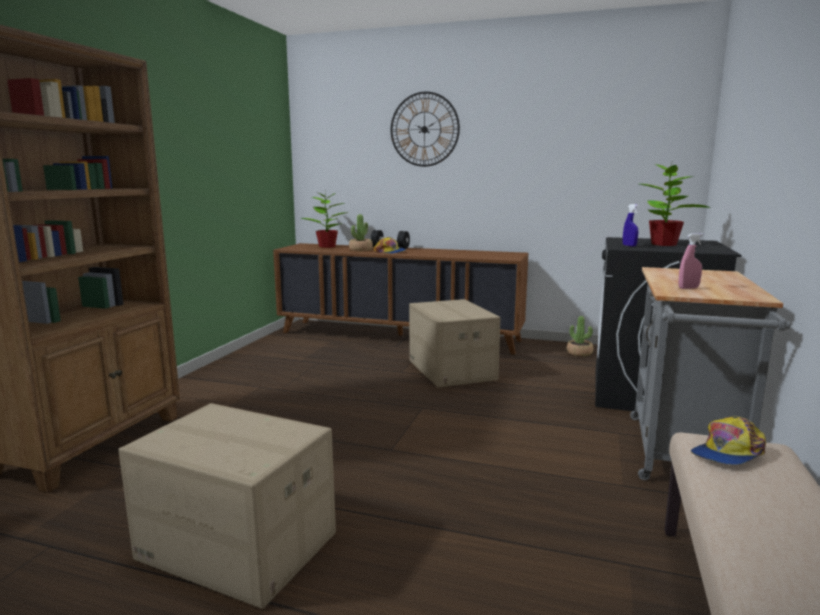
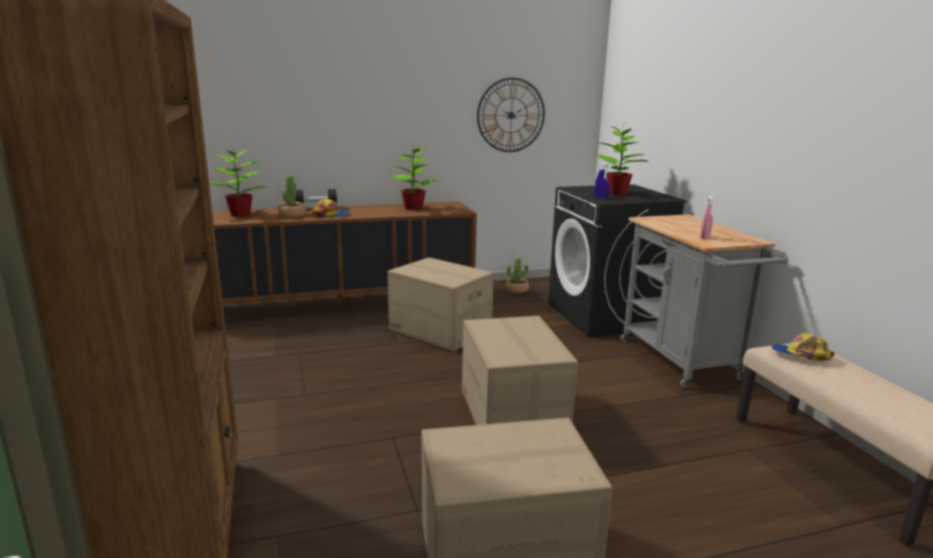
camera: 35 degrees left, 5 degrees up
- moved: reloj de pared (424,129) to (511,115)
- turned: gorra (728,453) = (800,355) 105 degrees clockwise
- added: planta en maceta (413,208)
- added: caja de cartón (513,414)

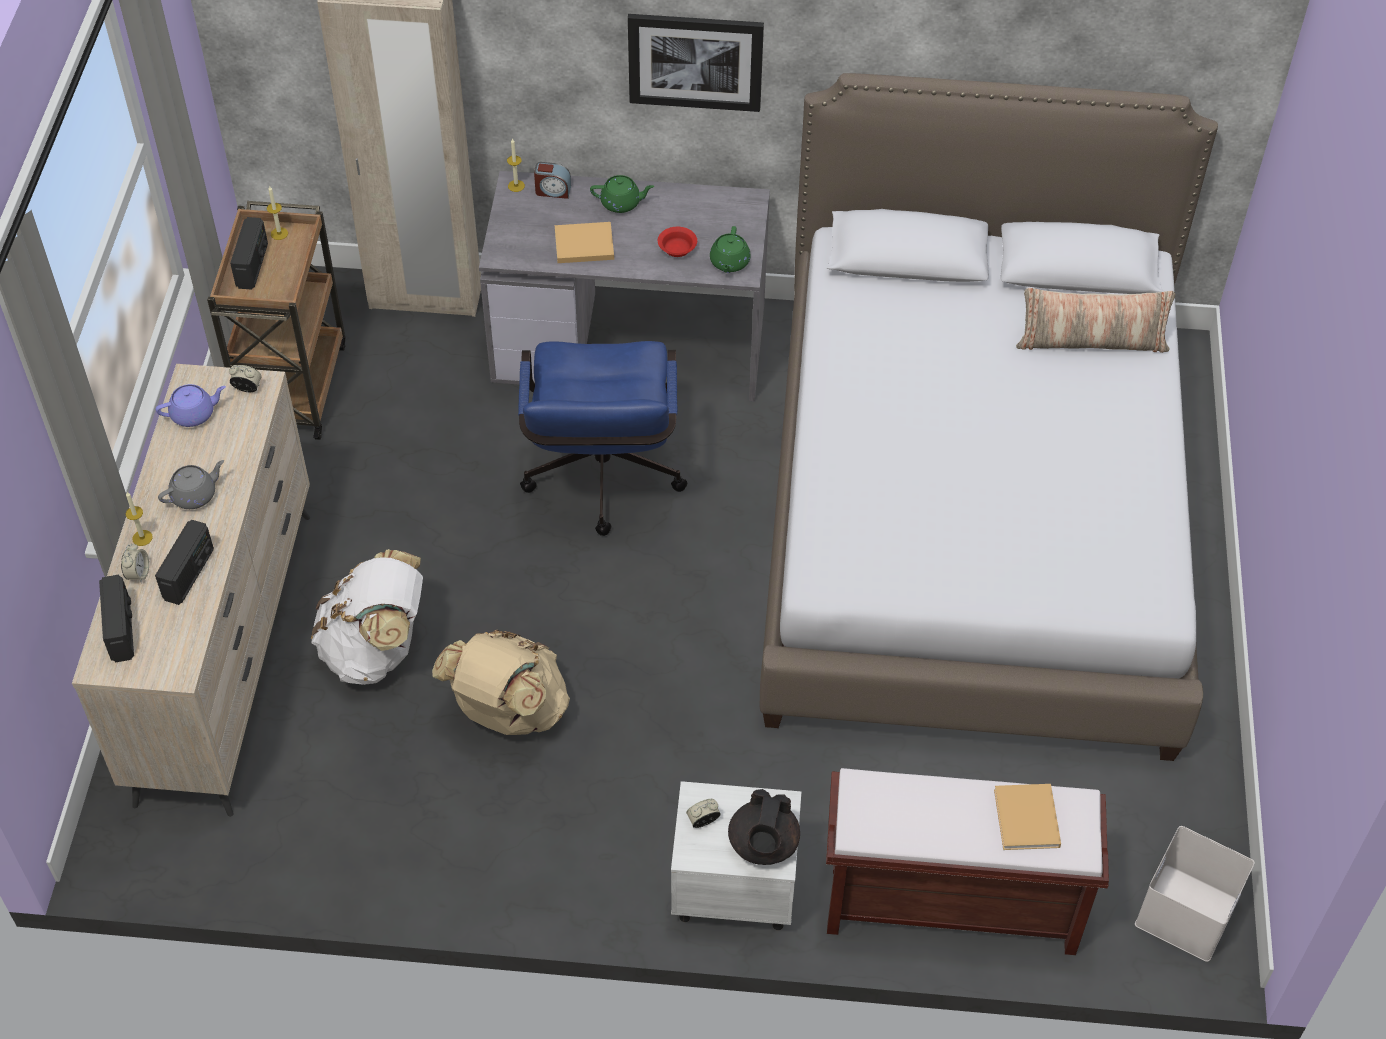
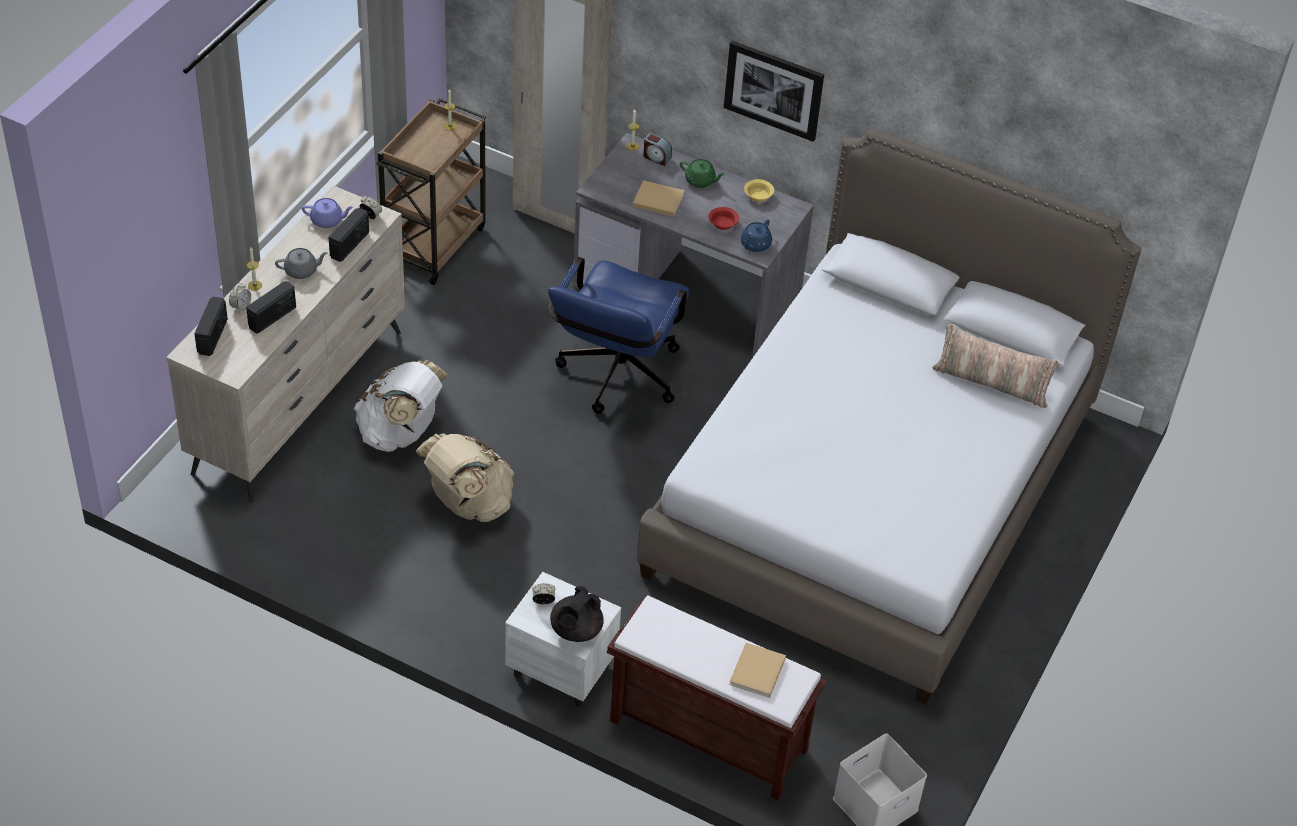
camera: 20 degrees right, 5 degrees down
- moved: radio (252,265) to (350,245)
- recoloured: tetera (verde) (729,263) to tetera (azul) (755,245)
- added: cuenco (amarillo) (758,195)

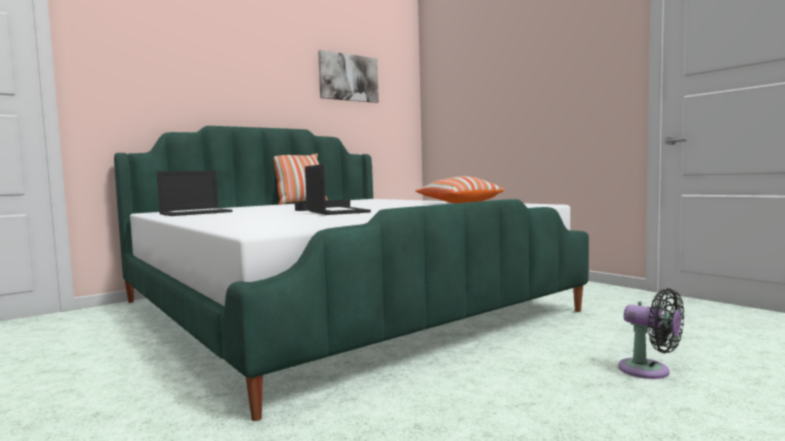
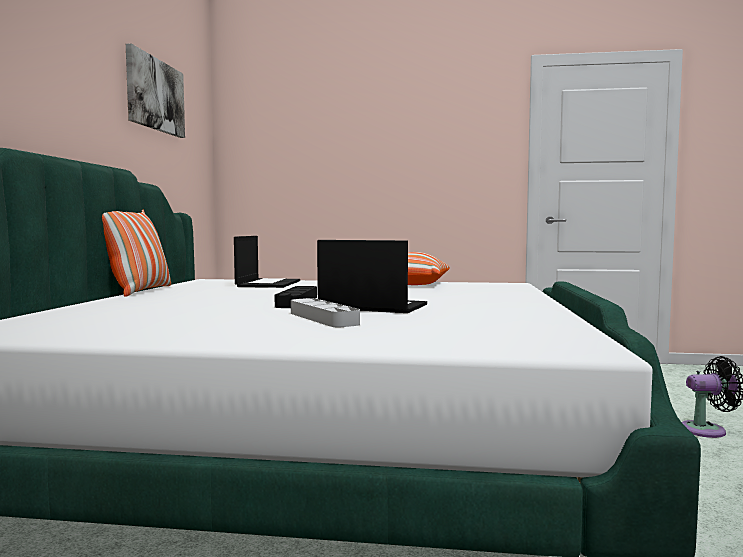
camera: 45 degrees left, 0 degrees up
- moved: portátil (196,213) to (268,283)
- added: bandeja (gris) (323,318)

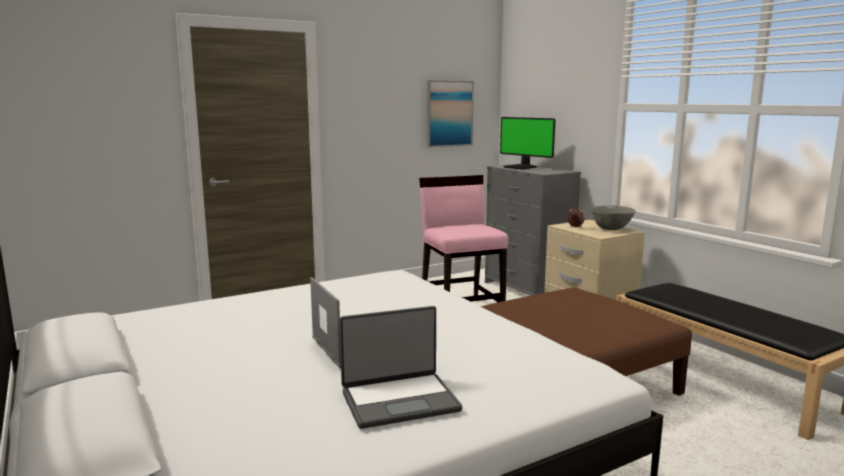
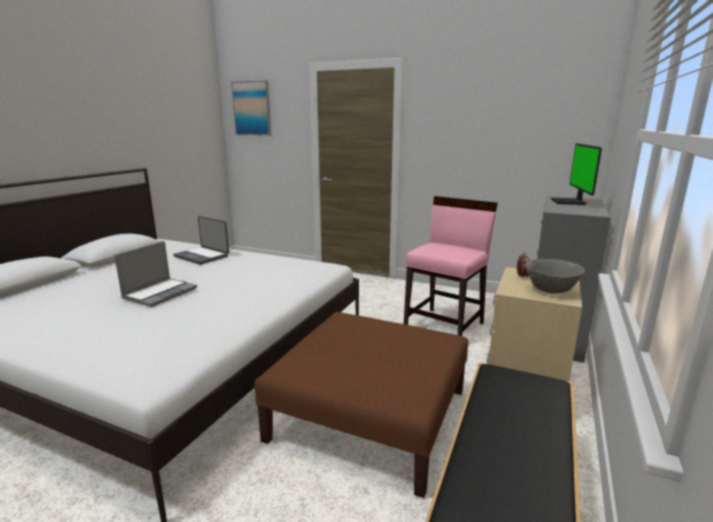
camera: 55 degrees right, 5 degrees up
- moved: portátil (399,400) to (202,256)
- moved: cuadro (449,113) to (252,108)

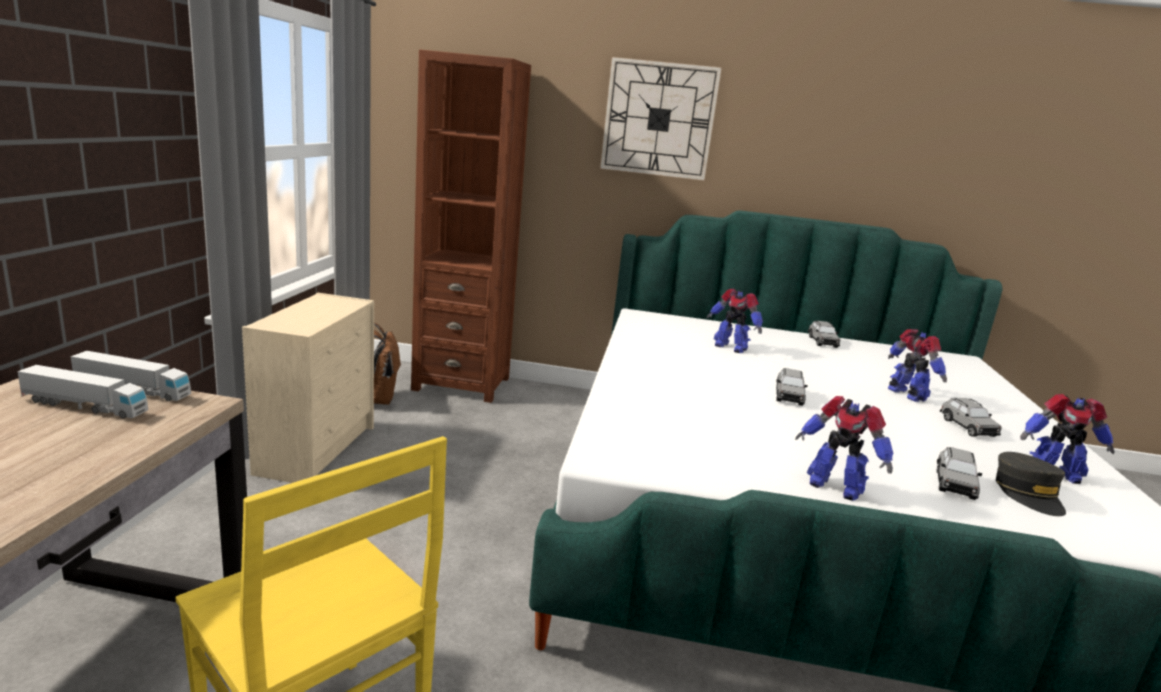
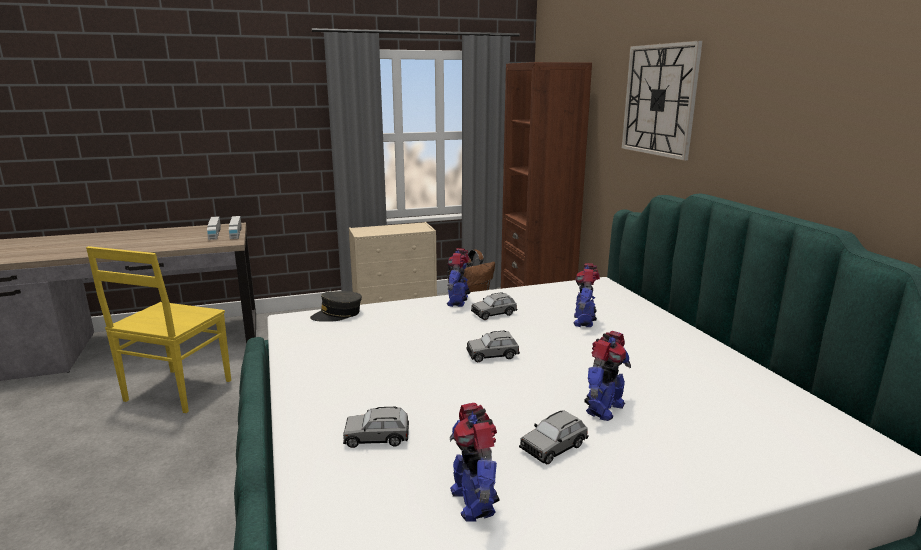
camera: 65 degrees right, 0 degrees up
- moved: robot de juguete (834,486) to (458,301)
- moved: coche de juguete (gris) (822,342) to (494,314)
- moved: gorra (gris) (1027,494) to (337,314)

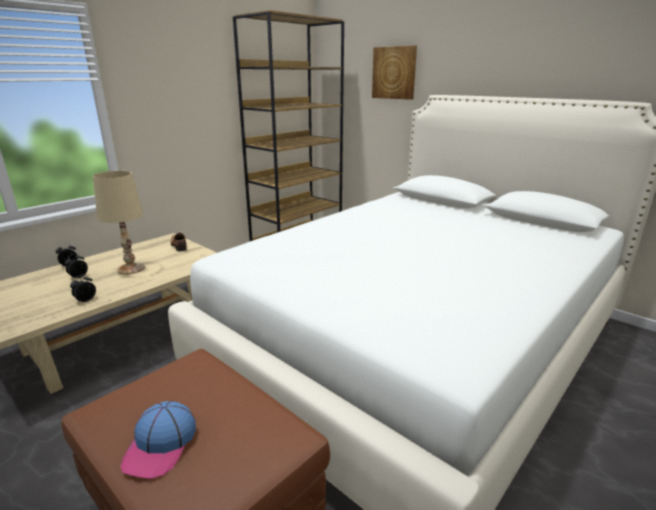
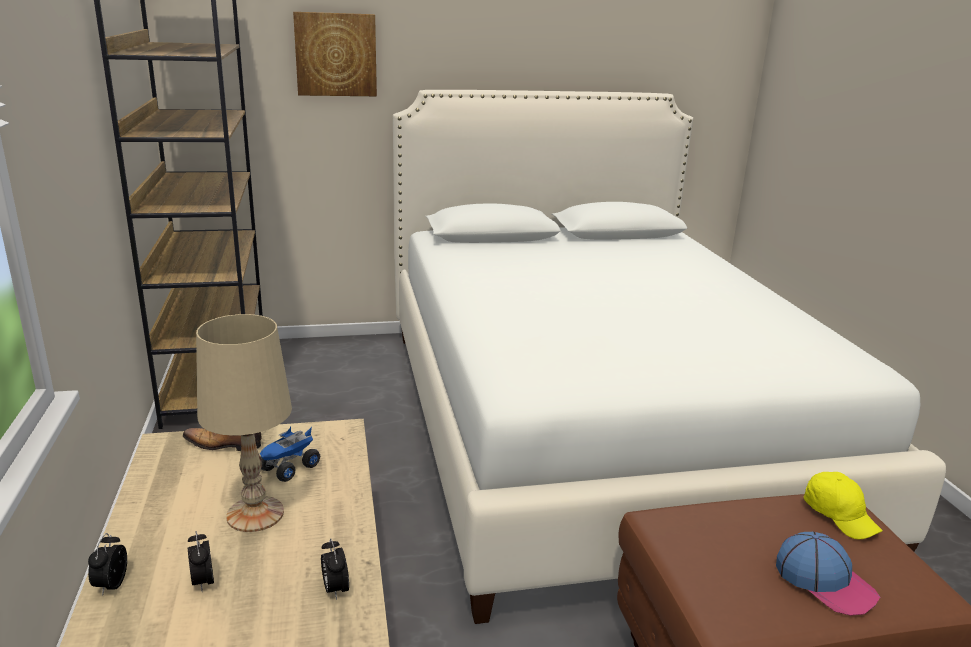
camera: 55 degrees left, 0 degrees up
- added: camión de juguete (289,468)
- added: gorra (amarillo) (839,515)

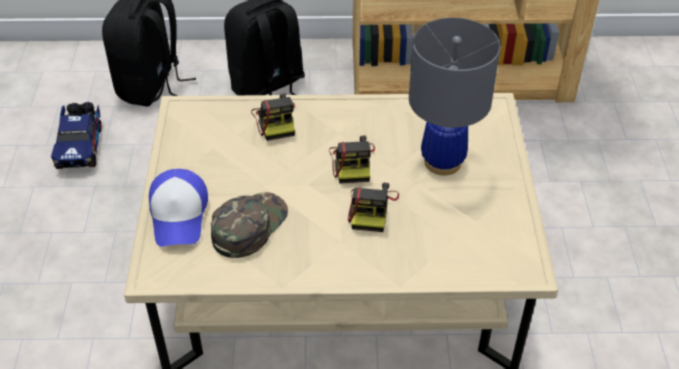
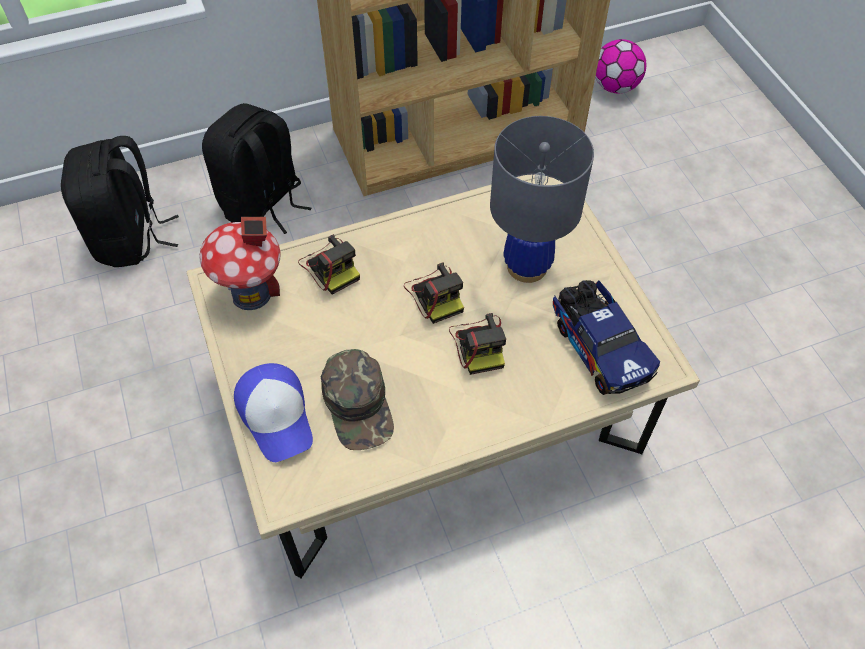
camera: 20 degrees left, 10 degrees up
- moved: camión de juguete (80,145) to (599,346)
- turned: gorra (verde) (249,226) = (359,405) 150 degrees clockwise
- added: casita (251,294)
- added: balón de fútbol (615,87)

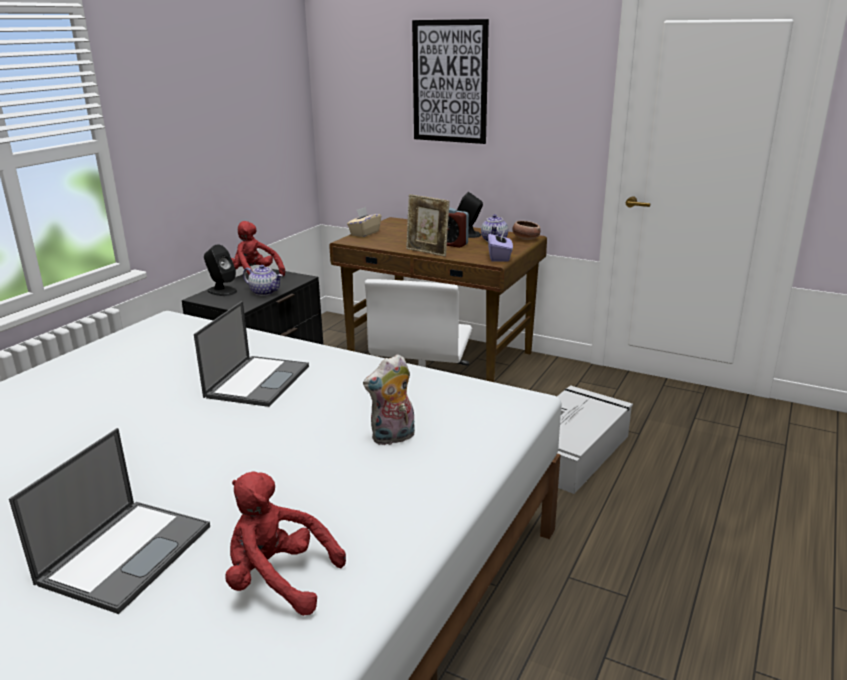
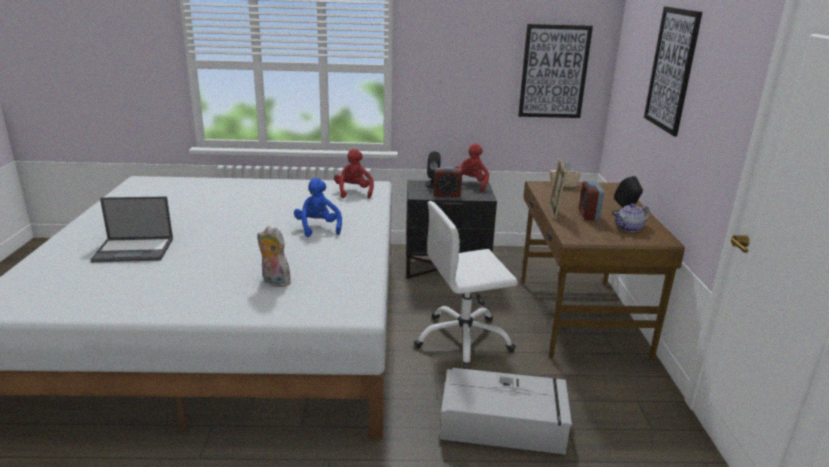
camera: 60 degrees right, 0 degrees up
- replaced: portátil (258,381) to peluche (azul) (318,228)
- moved: peluche (rojo) (278,580) to (354,192)
- replaced: tetera (265,292) to despertador (447,195)
- removed: caja de pañuelos (morado) (499,257)
- removed: cuenco (525,239)
- added: cuadro (554,72)

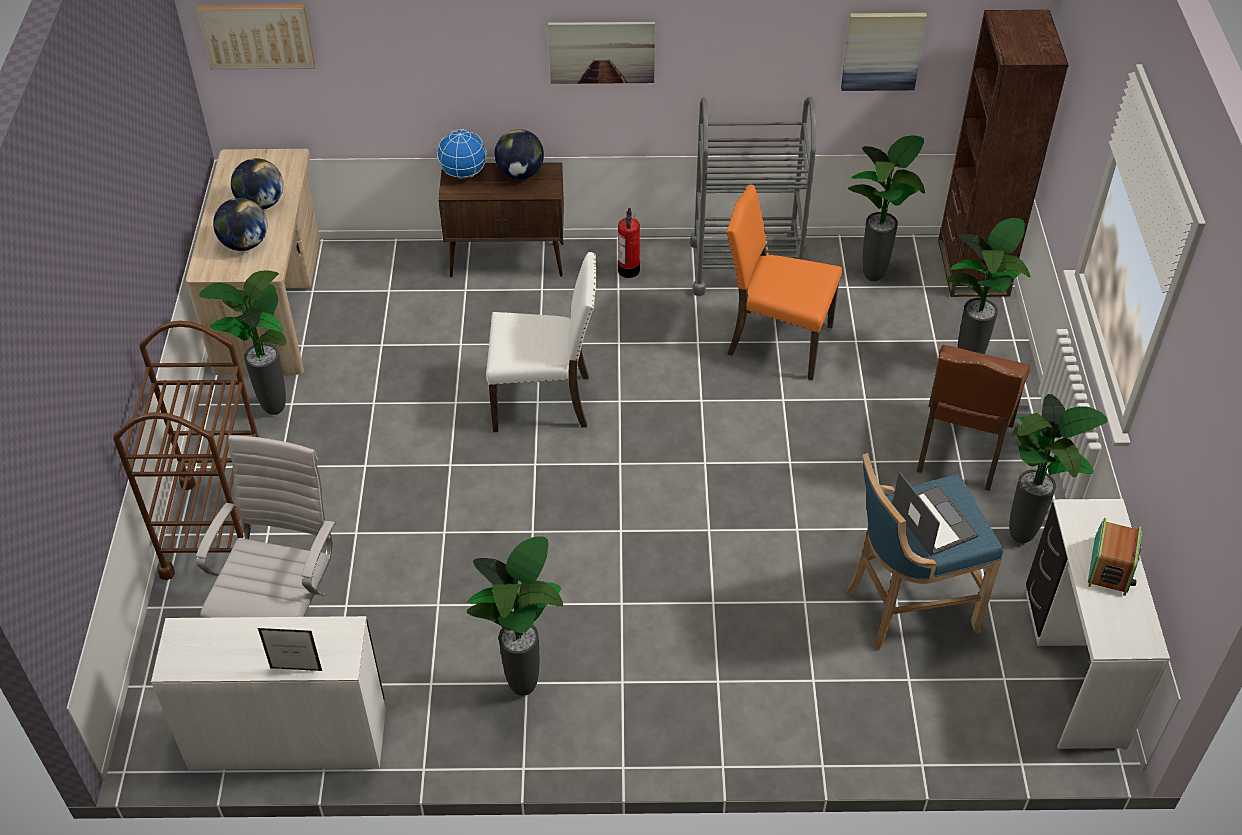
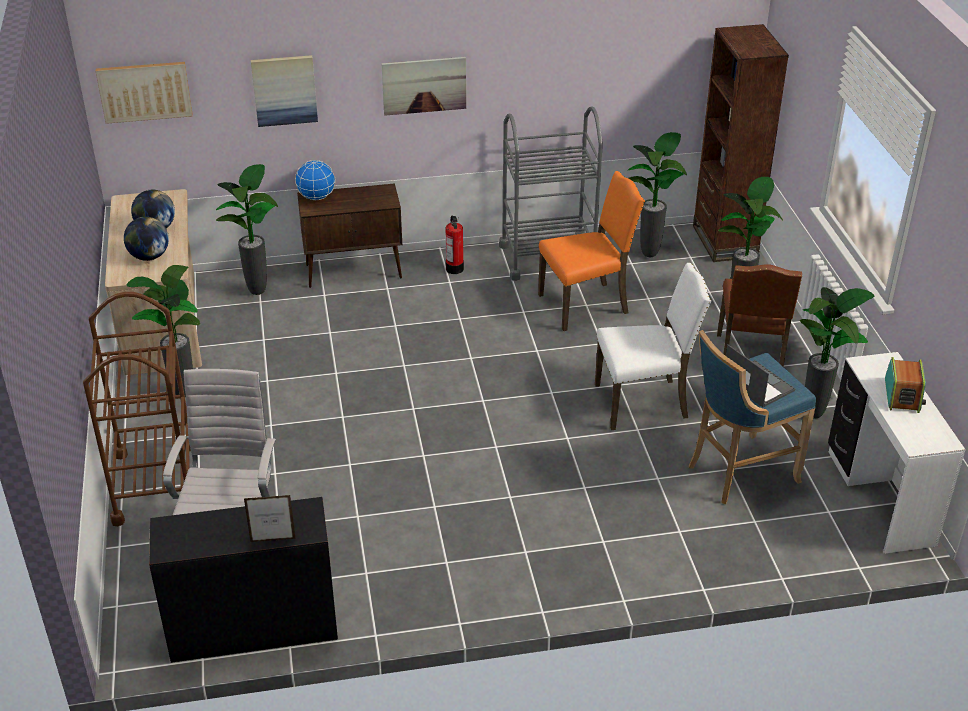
camera: 10 degrees left, 10 degrees down
- recoloured: escritorio (blanco) (288,736) to escritorio (negro) (253,626)
- moved: planta en maceta (525,686) to (259,291)
- moved: silla (blanco) (544,401) to (644,402)
- removed: globo terráqueo (520,173)
- turned: silla (naranja) (776,341) = (586,304) 150 degrees clockwise
- moved: cuadro (882,50) to (284,90)

